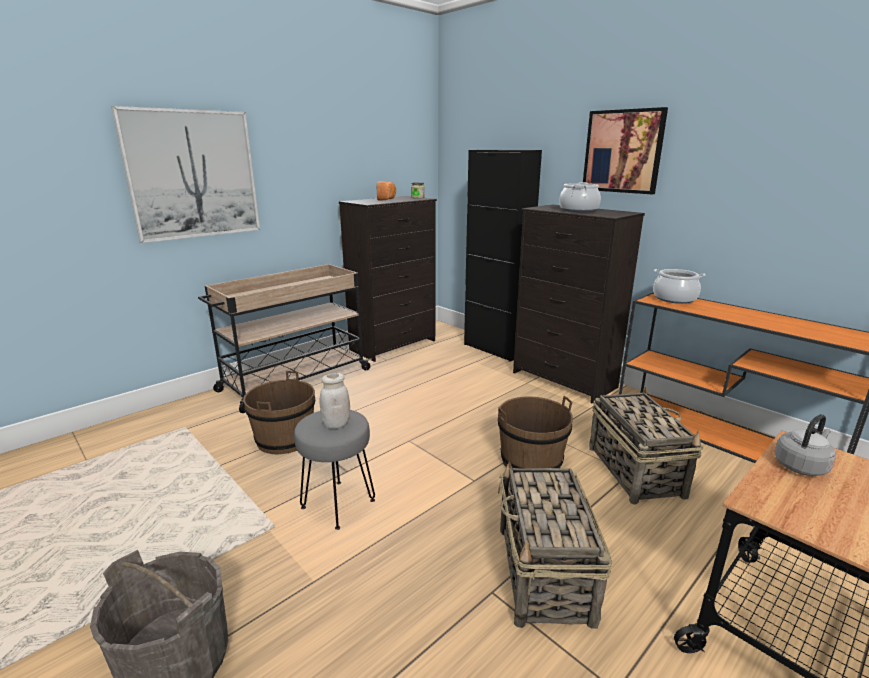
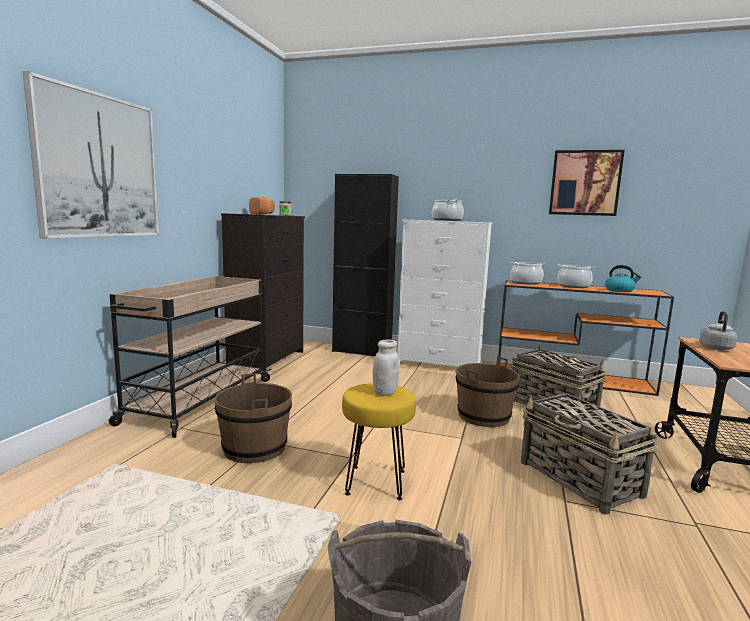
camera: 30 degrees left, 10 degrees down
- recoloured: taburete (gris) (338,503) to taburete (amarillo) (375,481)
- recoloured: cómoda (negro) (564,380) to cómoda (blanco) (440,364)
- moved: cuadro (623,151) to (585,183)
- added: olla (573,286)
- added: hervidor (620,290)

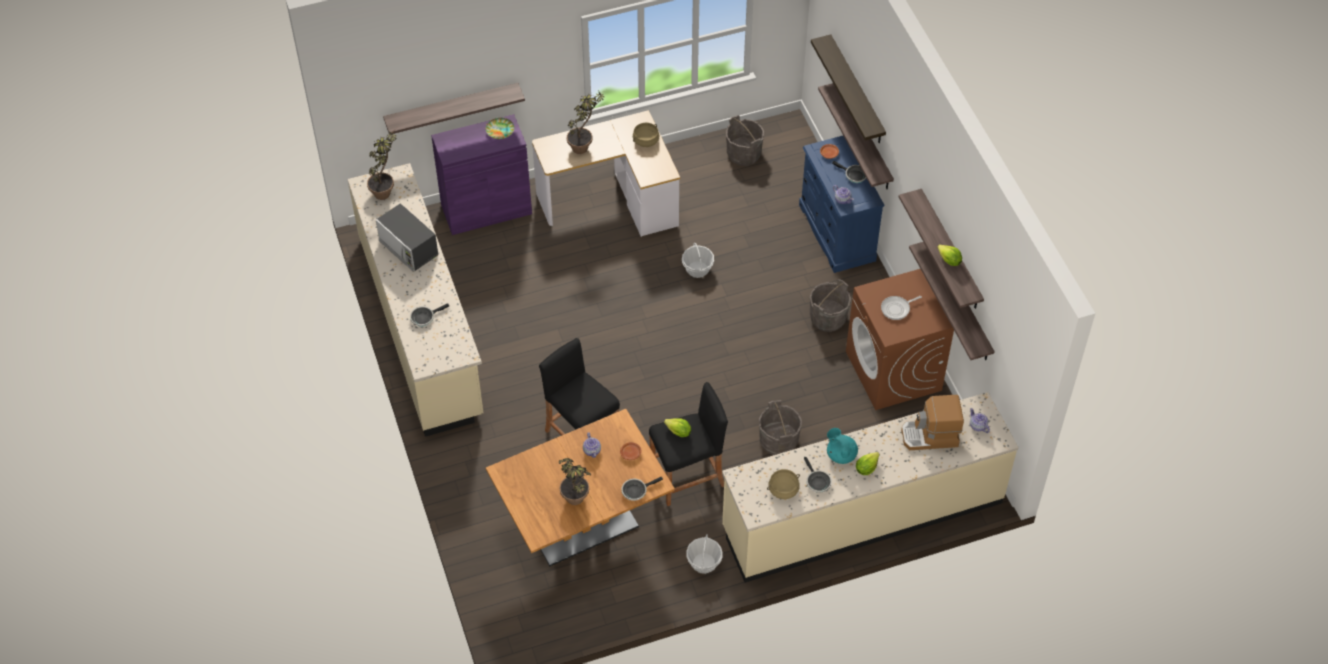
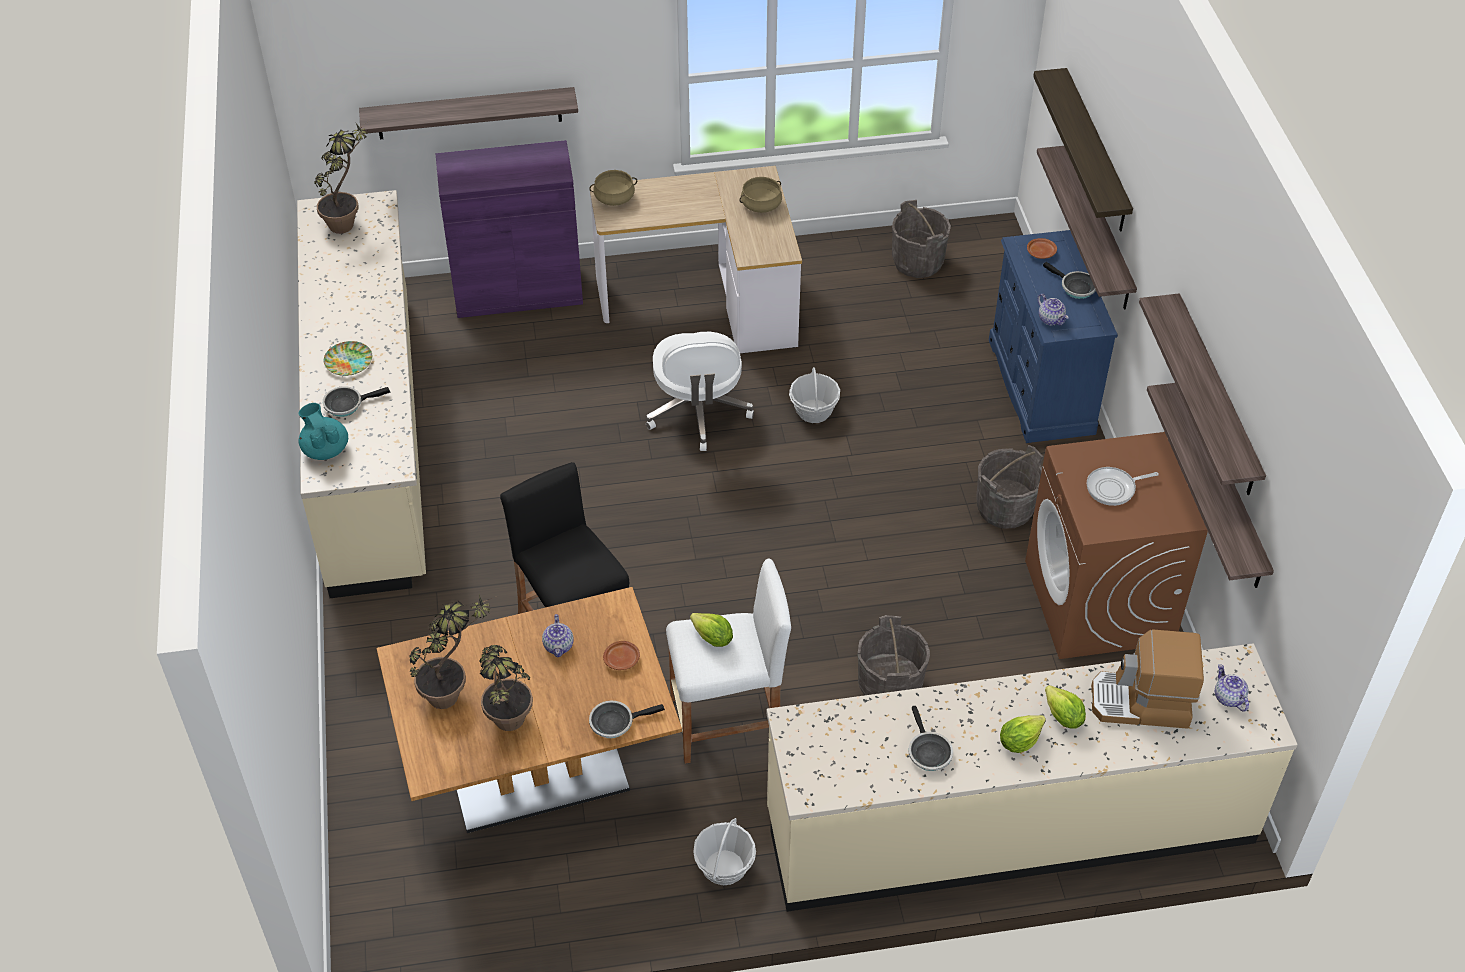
camera: 10 degrees right, 5 degrees down
- removed: microondas (409,248)
- moved: plato (500,130) to (349,361)
- moved: planta en maceta (584,145) to (454,692)
- recoloured: taburete (negro) (687,477) to taburete (blanco) (728,722)
- moved: olla (beis) (783,489) to (614,198)
- moved: tetera (turquesa) (841,454) to (325,449)
- moved: lechuga (949,261) to (1063,717)
- added: silla de oficina (blanco) (698,412)

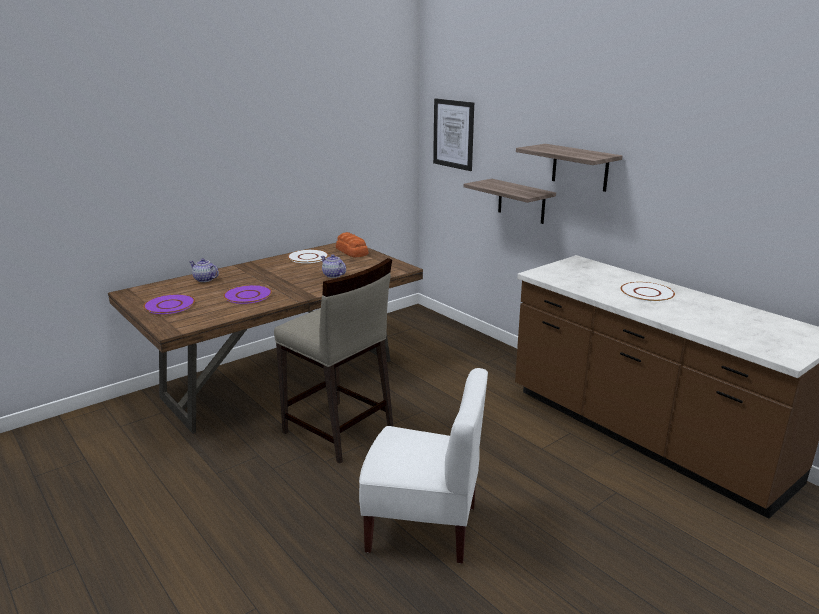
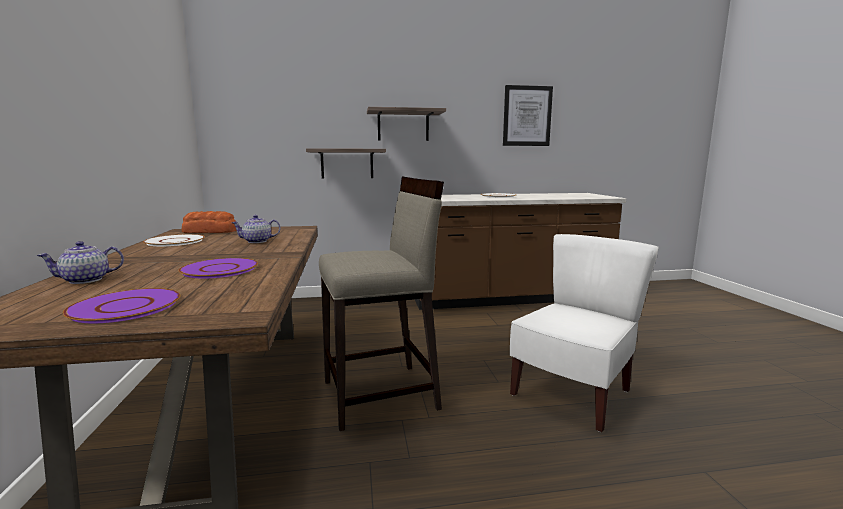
camera: 60 degrees left, 10 degrees down
- moved: cuadro (453,134) to (527,116)

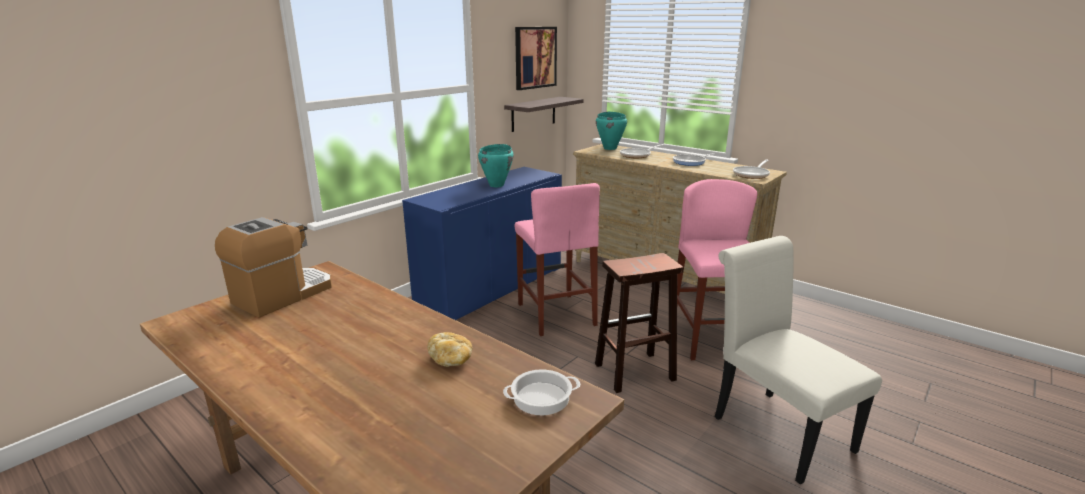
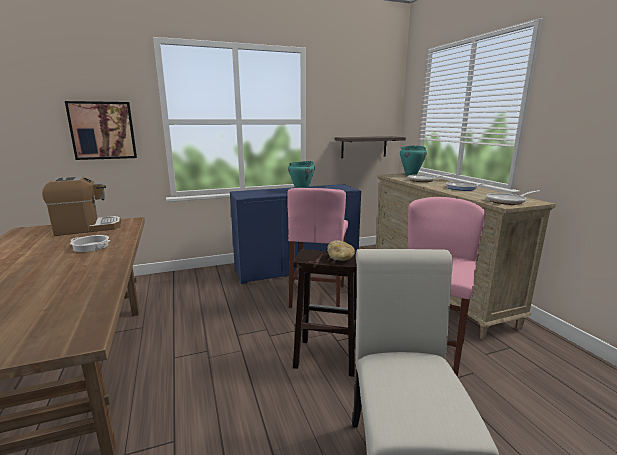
camera: 30 degrees right, 5 degrees down
- moved: pan (451,359) to (340,258)
- moved: olla (541,398) to (90,247)
- moved: cuadro (535,57) to (103,130)

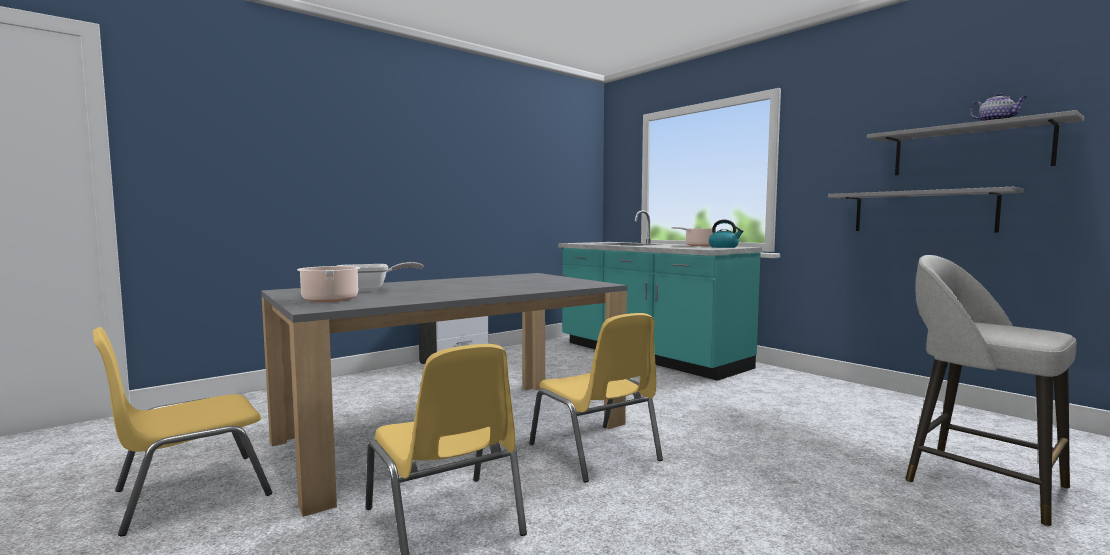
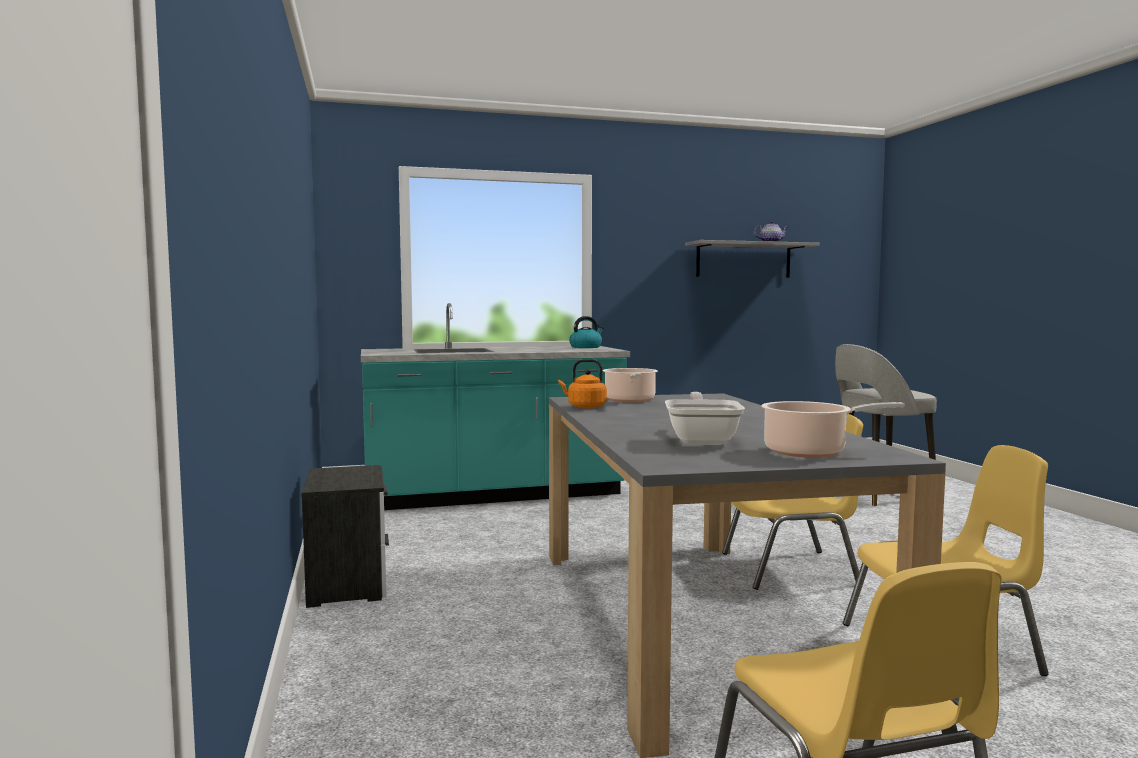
camera: 65 degrees left, 0 degrees up
- moved: olla (698,245) to (630,400)
- removed: estante (gris) (922,212)
- added: hervidor (naranja) (584,407)

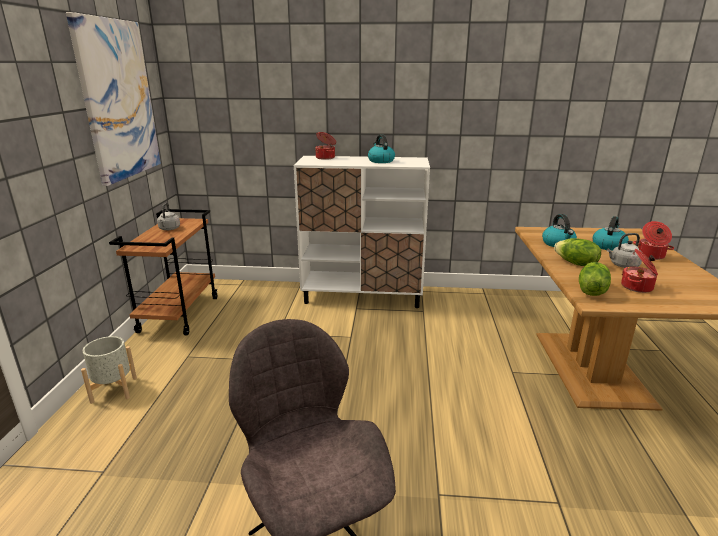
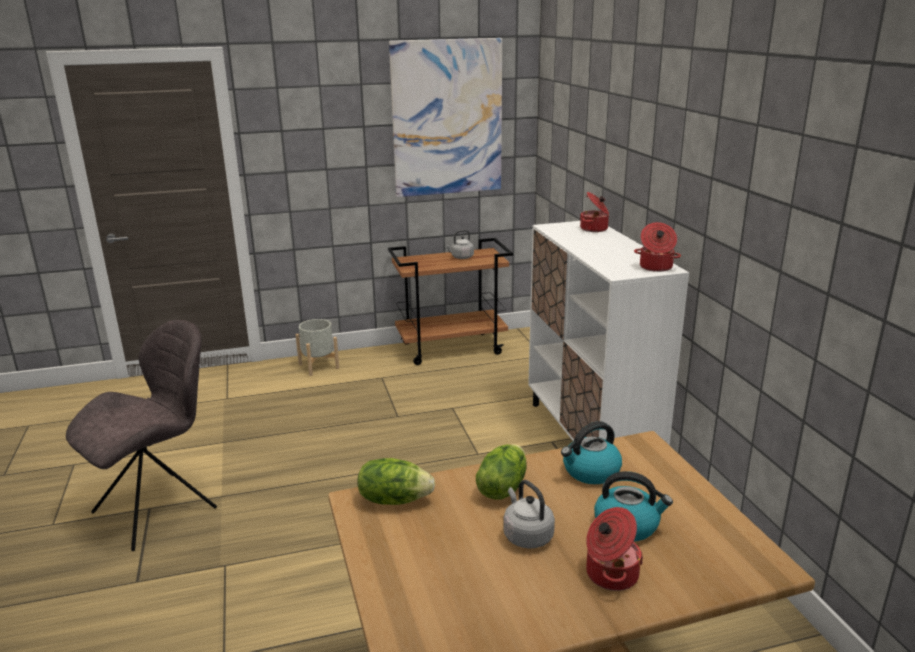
camera: 70 degrees right, 0 degrees up
- removed: hervidor (380,161)
- moved: olla (637,287) to (655,267)

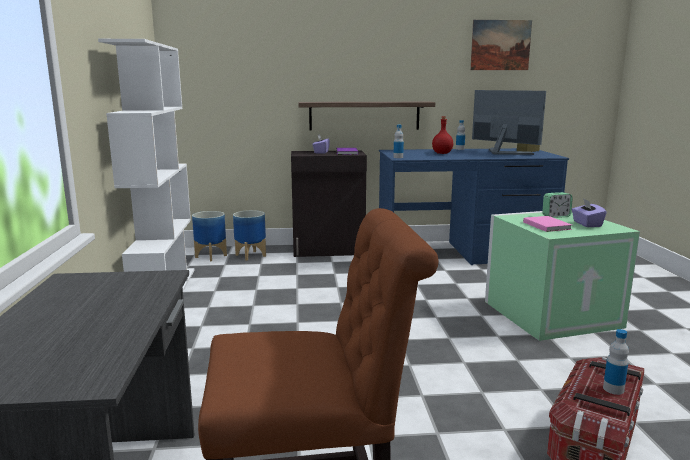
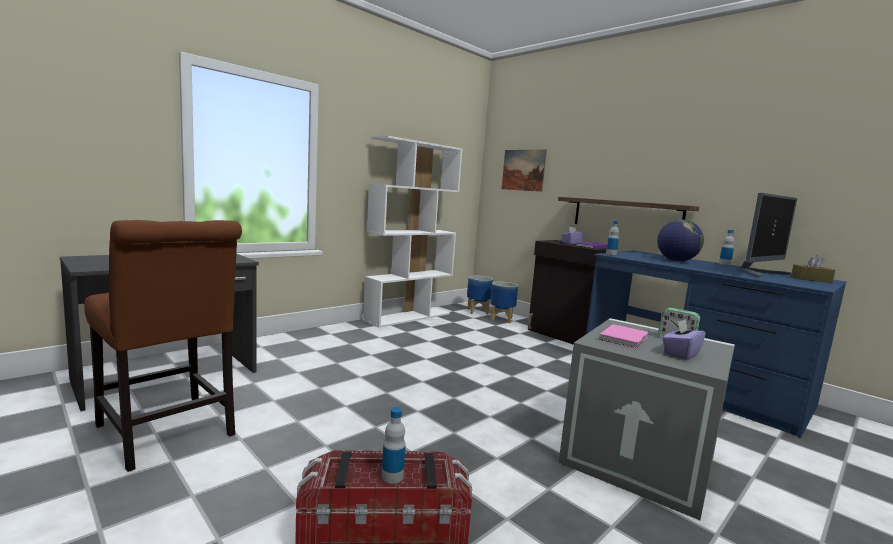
camera: 50 degrees right, 5 degrees down
- replaced: botella (rojo) (441,153) to globo terráqueo (676,261)
- moved: cuadro (500,45) to (523,170)
- turned: monitor (502,152) = (759,273) 45 degrees clockwise
- recoloured: caja de almacenaje (verde) (551,313) to caja de almacenaje (gris) (641,459)

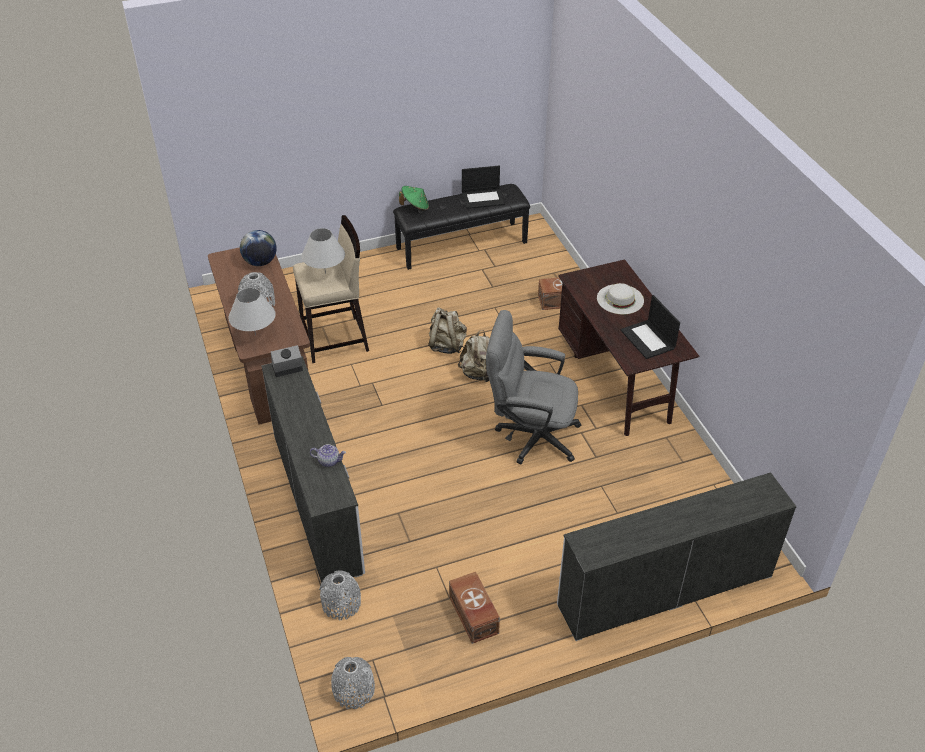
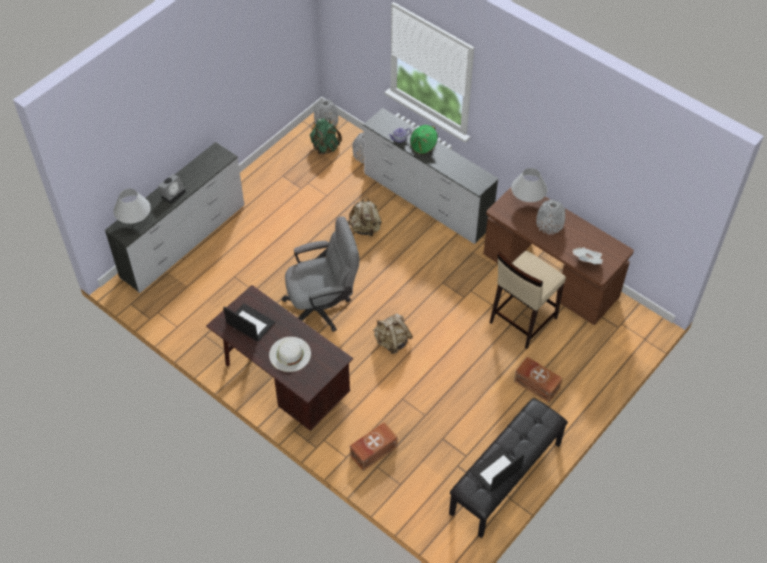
camera: 150 degrees right, 10 degrees up
- replaced: globo terráqueo (260,262) to periódico (588,261)
- moved: despertador (286,369) to (173,193)
- moved: lámpara de mesa (blanco) (325,273) to (135,222)
- moved: sombrero (verde) (415,207) to (423,146)
- moved: mochila (beis) (447,345) to (365,228)
- moved: caja de almacenaje (marrón) (473,616) to (536,384)
- added: mochila (verde) (325,148)

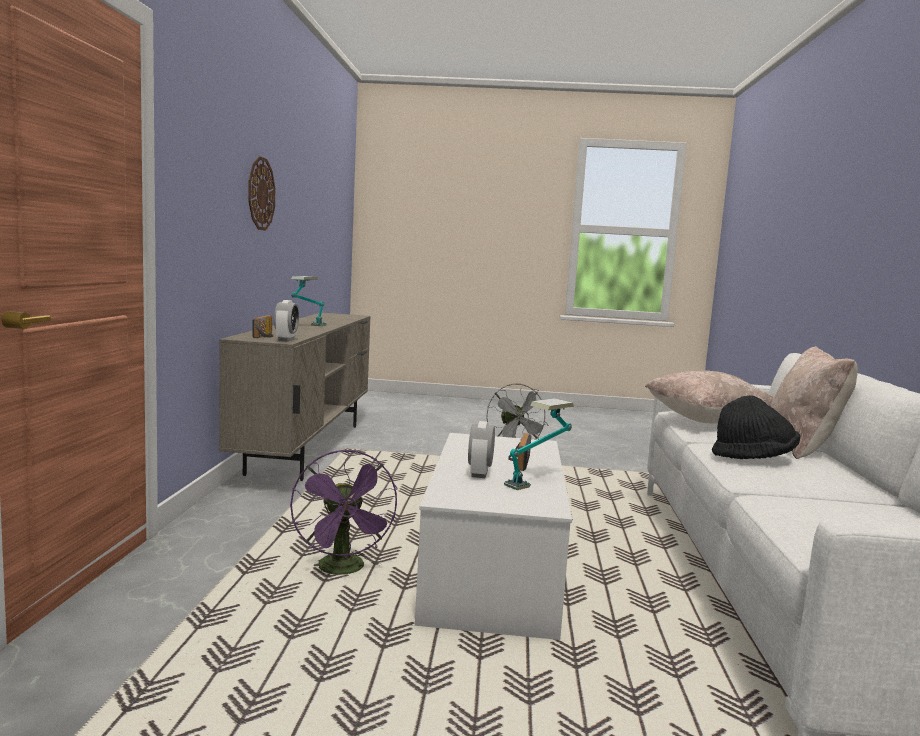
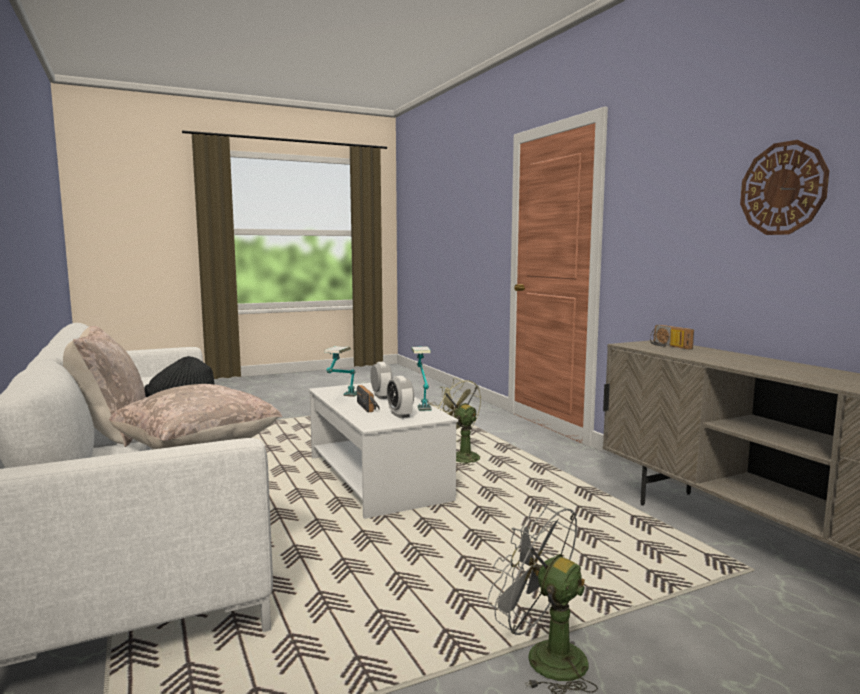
camera: 150 degrees right, 0 degrees up
- moved: despertador (286,340) to (400,415)
- recoloured: ventilador (morado) (344,571) to ventilador (verde) (458,457)
- moved: lámpara de mesa (308,326) to (422,403)

